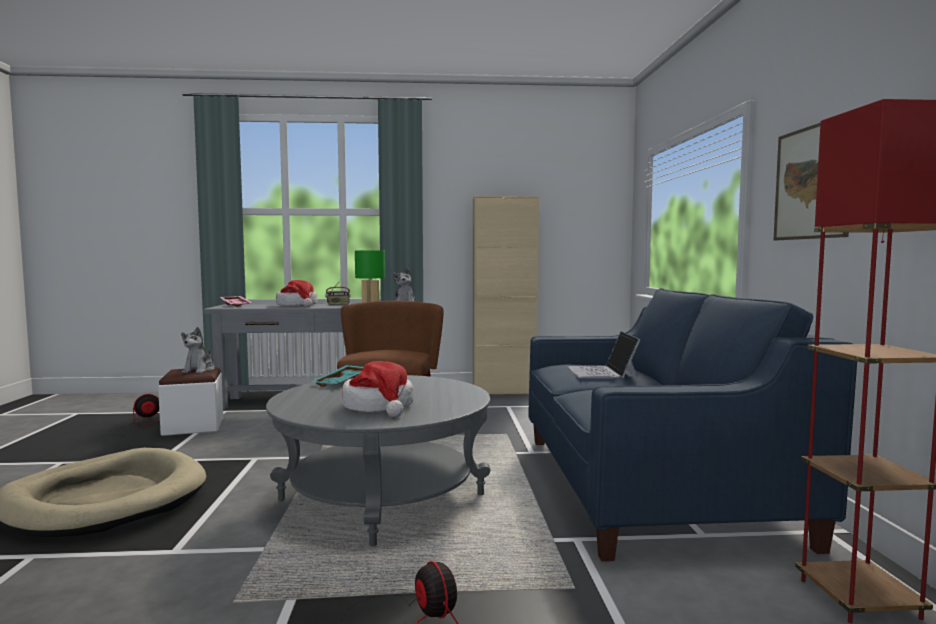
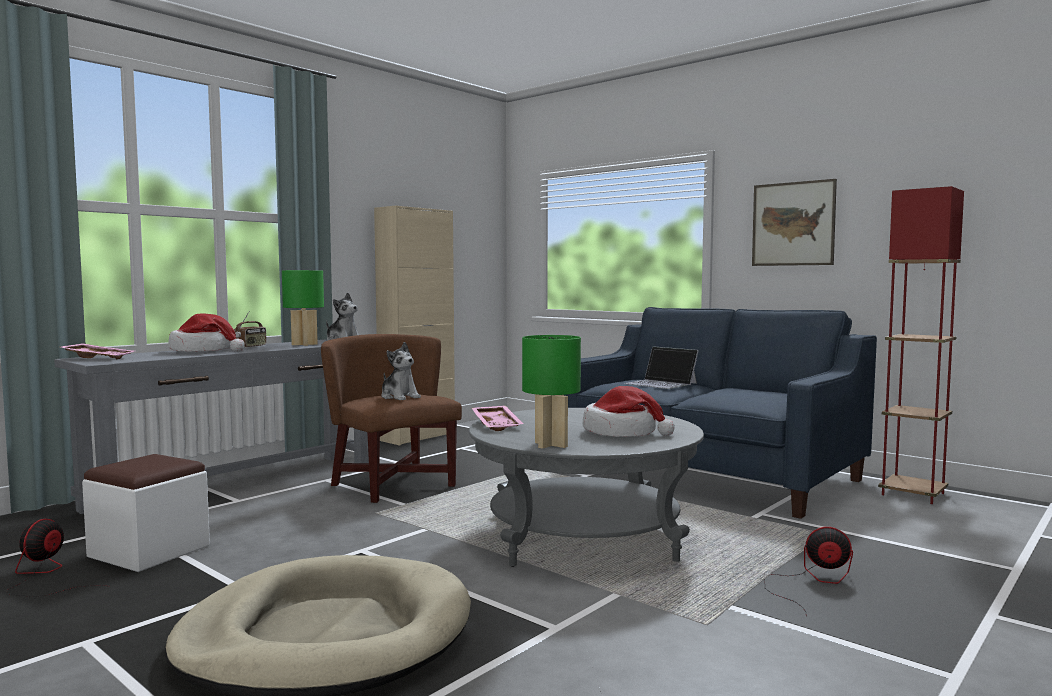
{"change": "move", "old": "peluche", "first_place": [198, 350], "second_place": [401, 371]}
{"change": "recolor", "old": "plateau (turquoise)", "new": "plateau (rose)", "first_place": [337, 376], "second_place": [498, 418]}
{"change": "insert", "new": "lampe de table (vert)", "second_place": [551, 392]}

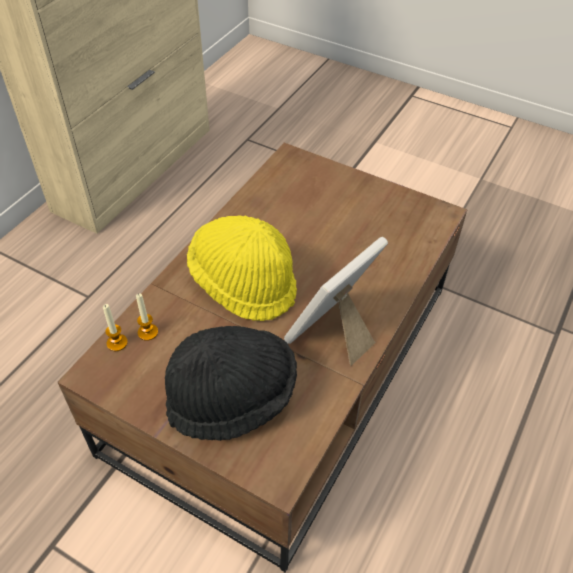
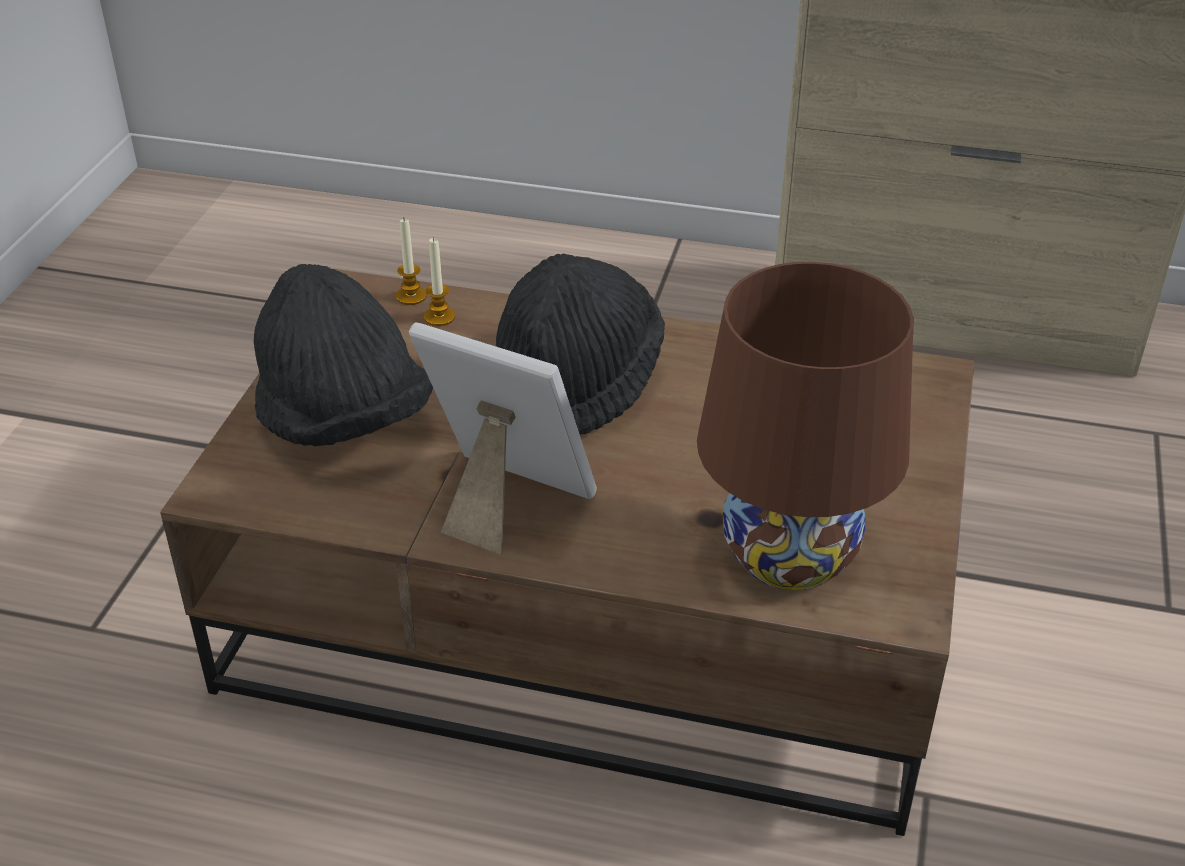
{"change": "recolor", "old": "chapeau (jaune)", "new": "chapeau (noir)", "first_place": [242, 268], "second_place": [580, 344]}
{"change": "insert", "new": "lampe de table (marron)", "second_place": [805, 426]}

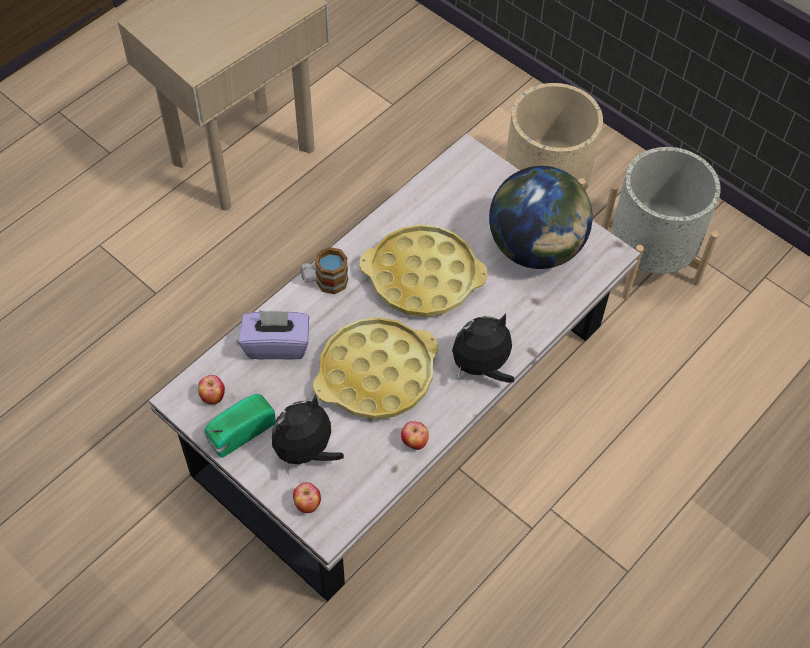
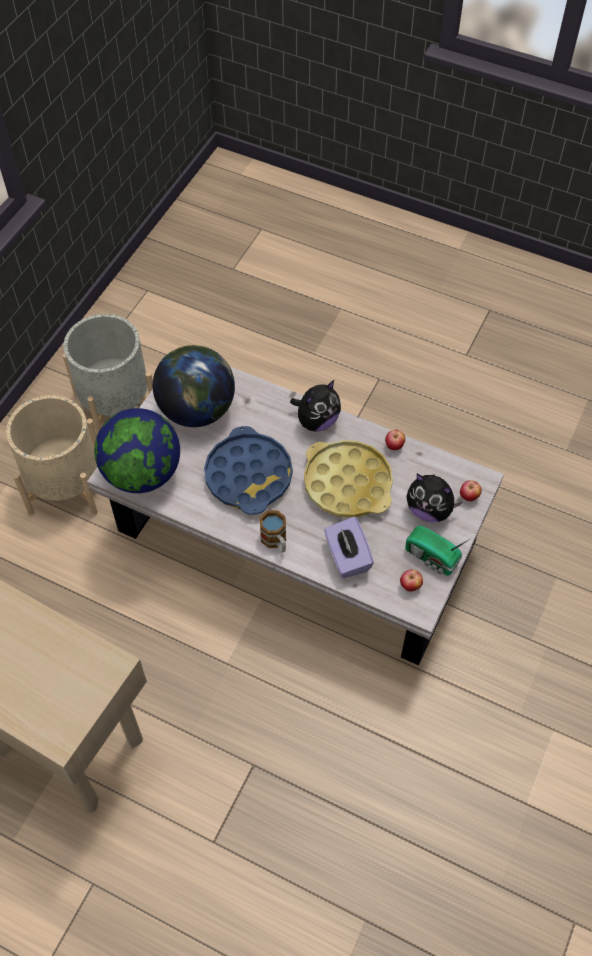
{"change": "insert", "new": "globe", "second_place": [137, 450]}
{"change": "recolor", "old": "plateau (jaune)", "new": "plateau (bleu)", "first_place": [423, 270], "second_place": [248, 470]}
{"change": "rotate", "old": "peluche", "first_place": [483, 348], "second_place": [315, 406], "degrees": -90}

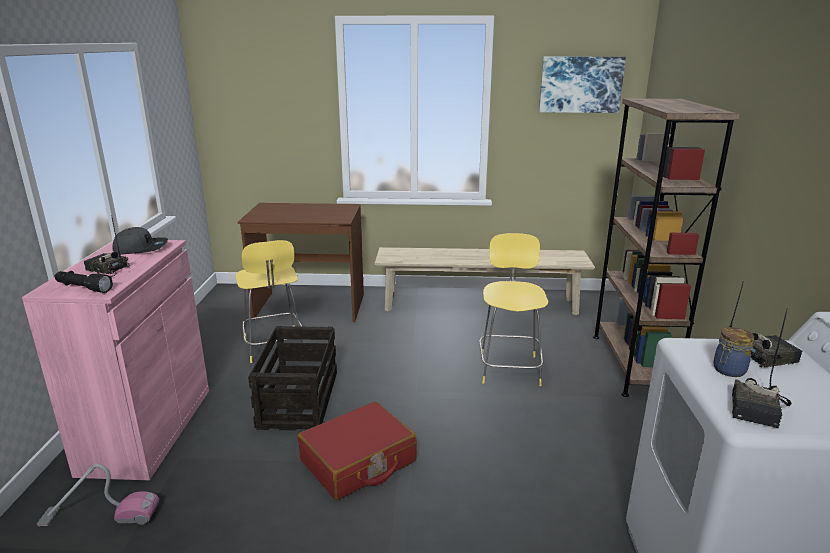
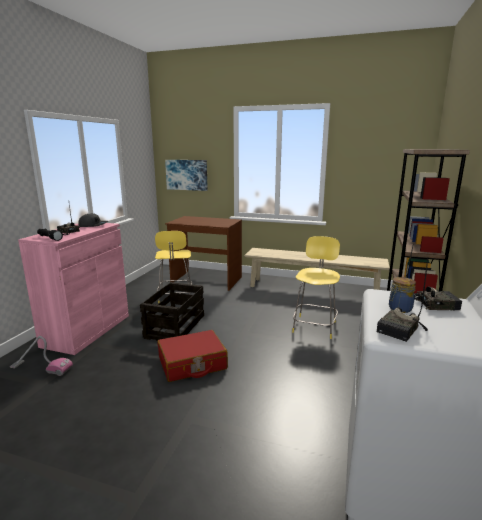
{"change": "move", "old": "tableau", "first_place": [582, 85], "second_place": [186, 175]}

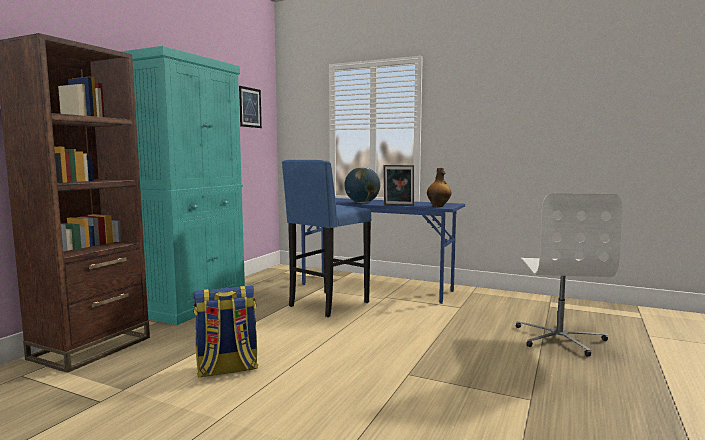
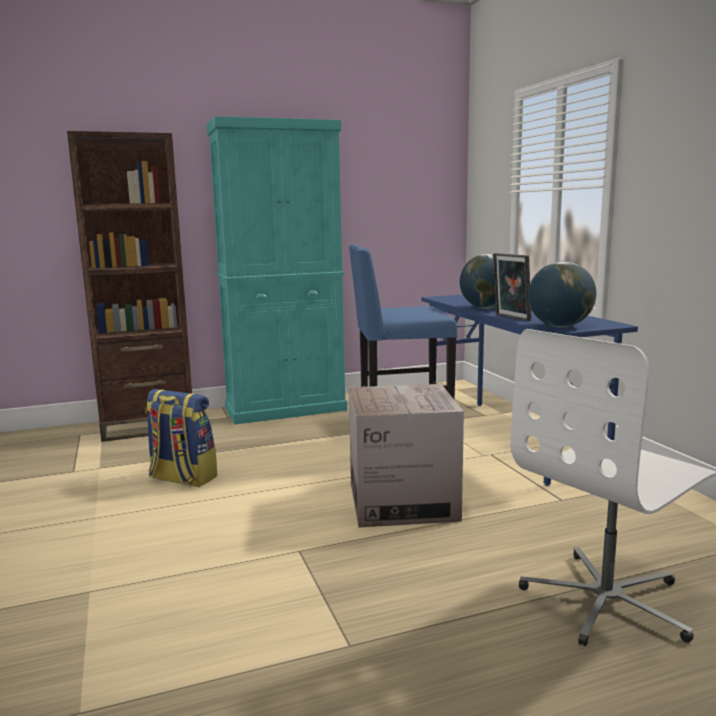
{"change": "insert", "new": "carton", "second_place": [406, 455]}
{"change": "replace", "old": "bouteille", "new": "globe", "first_place": [439, 187], "second_place": [562, 294]}
{"change": "delete", "old": "tableau", "first_place": [250, 107]}

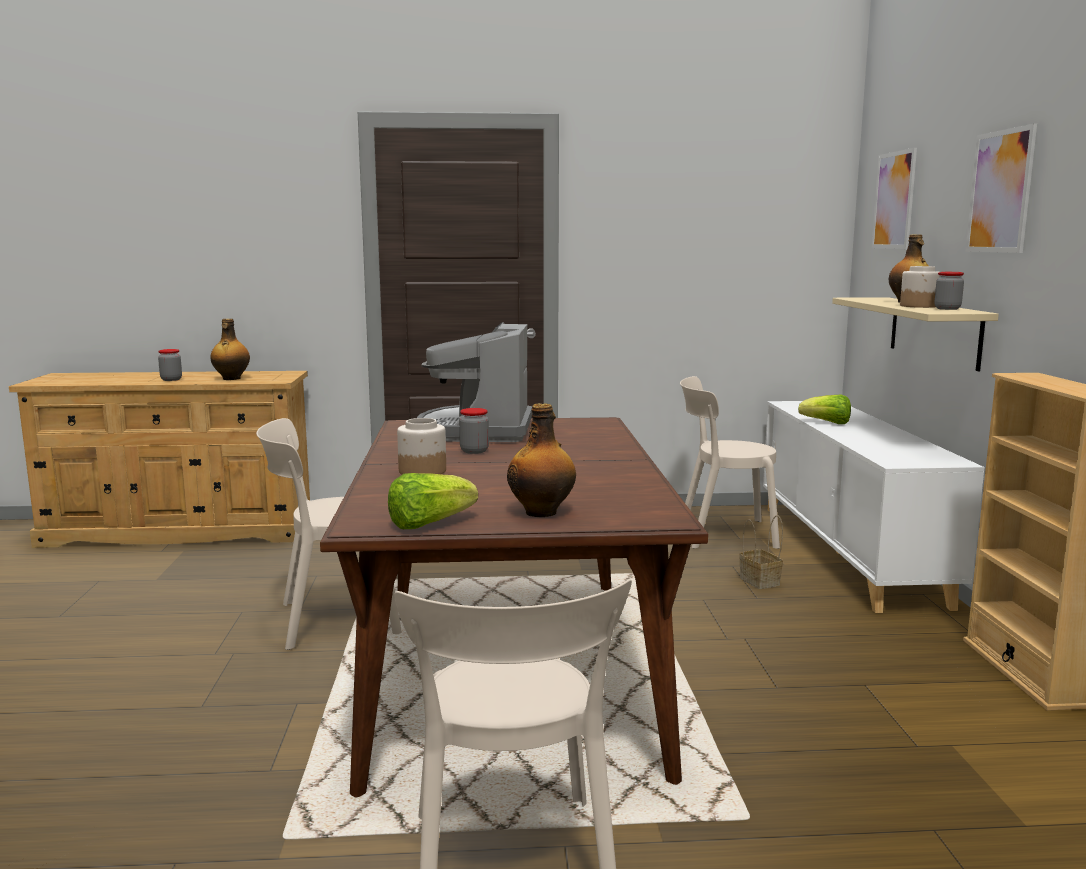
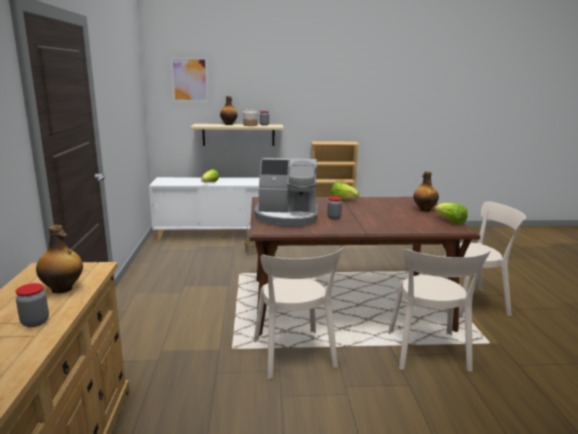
{"change": "insert", "new": "laitue", "second_place": [345, 190]}
{"change": "move", "old": "chaise (beige)", "first_place": [730, 462], "second_place": [439, 310]}
{"change": "delete", "old": "bocal", "first_place": [421, 446]}
{"change": "delete", "old": "tableau", "first_place": [1001, 188]}

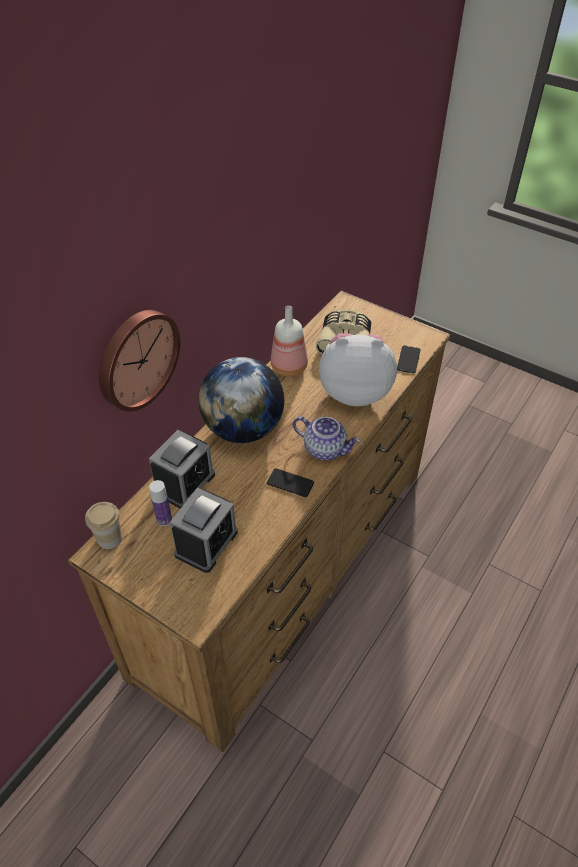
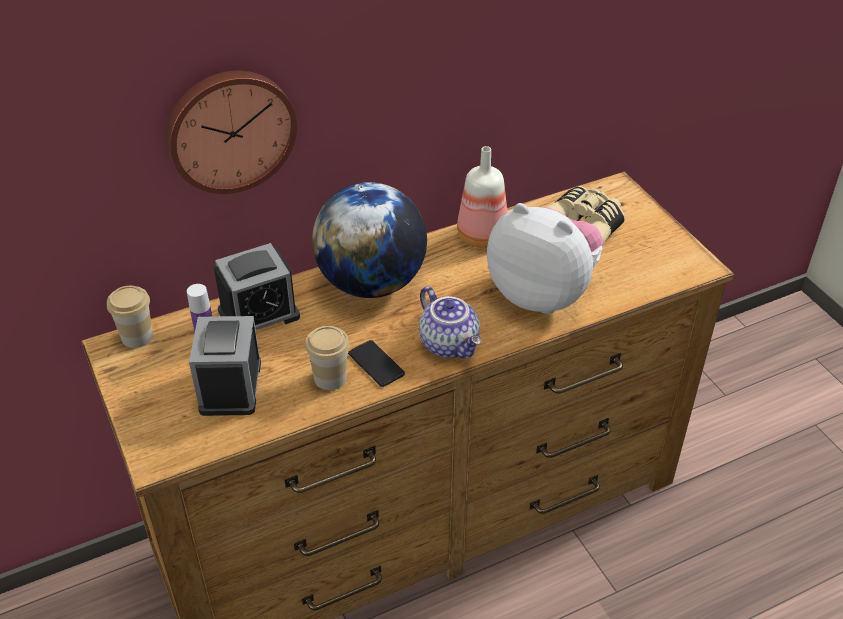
{"change": "rotate", "old": "réveil", "first_place": [204, 530], "second_place": [225, 366], "degrees": 120}
{"change": "insert", "new": "tasse", "second_place": [327, 358]}
{"change": "delete", "old": "téléphone", "first_place": [409, 359]}

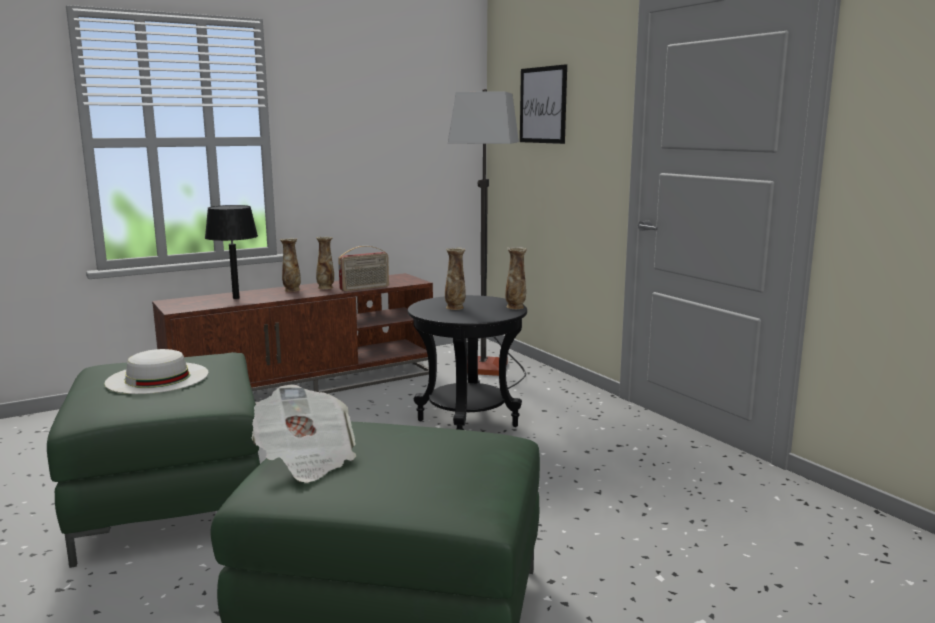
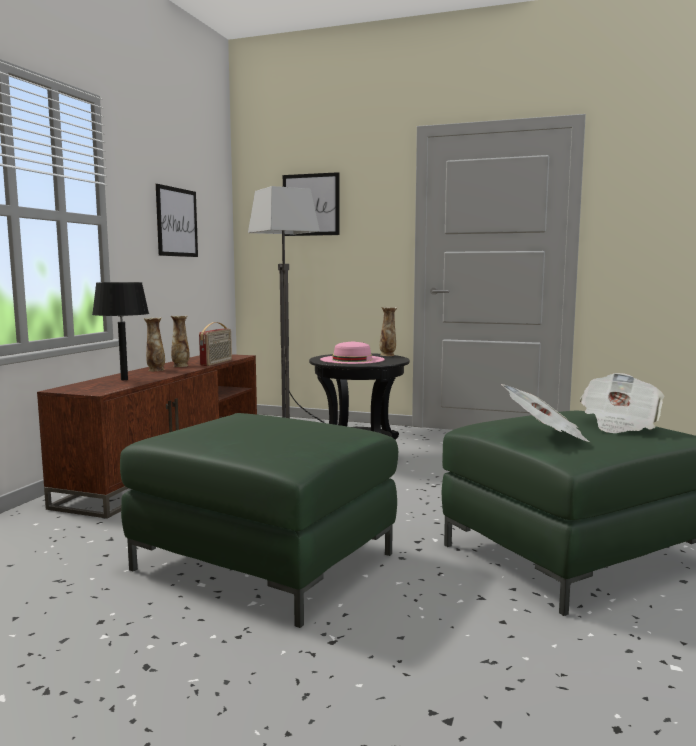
{"change": "insert", "new": "tableau", "second_place": [177, 220]}
{"change": "replace", "old": "vase", "new": "chapeau (rose)", "first_place": [455, 278], "second_place": [352, 352]}
{"change": "insert", "new": "journal", "second_place": [622, 403]}
{"change": "delete", "old": "chapeau (blanc)", "first_place": [157, 371]}

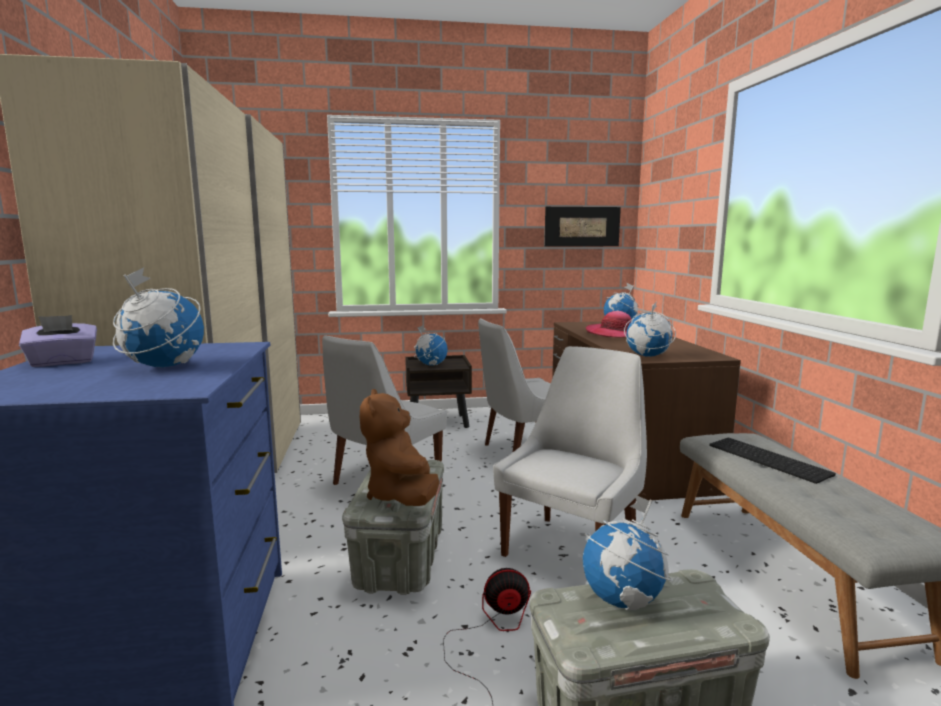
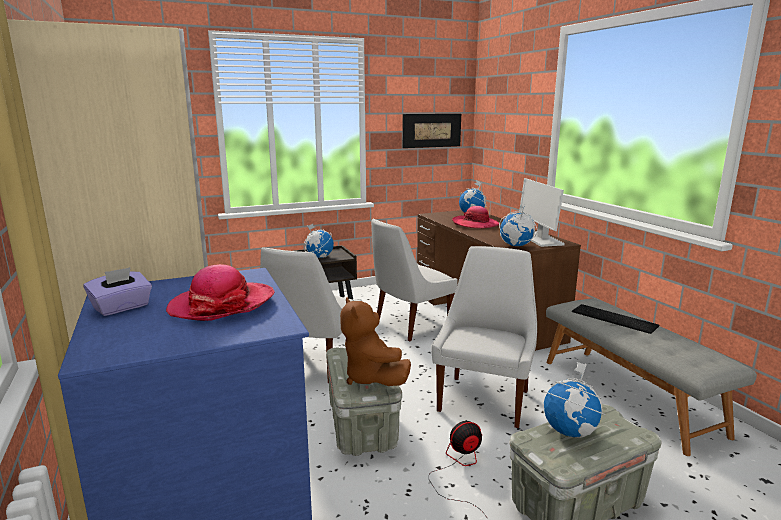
{"change": "replace", "old": "globe", "new": "chapeau", "first_place": [158, 317], "second_place": [220, 292]}
{"change": "insert", "new": "écran d'ordinateur", "second_place": [542, 212]}

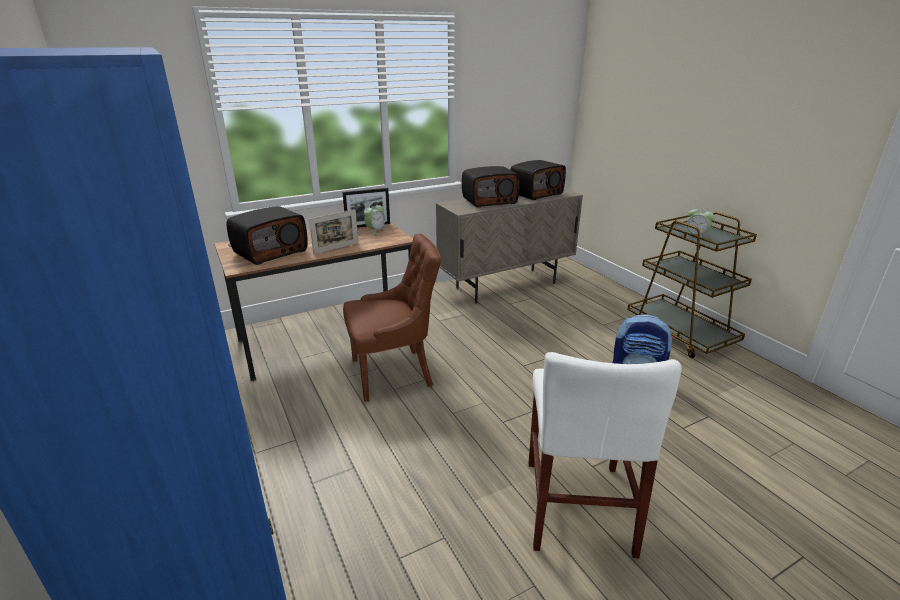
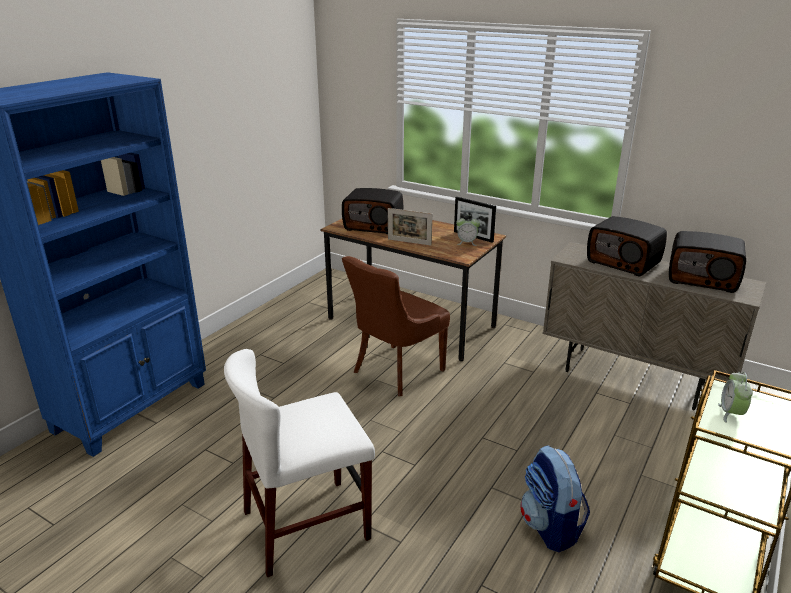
{"change": "rotate", "old": "chaise (marron)", "first_place": [392, 318], "second_place": [396, 326], "degrees": 90}

